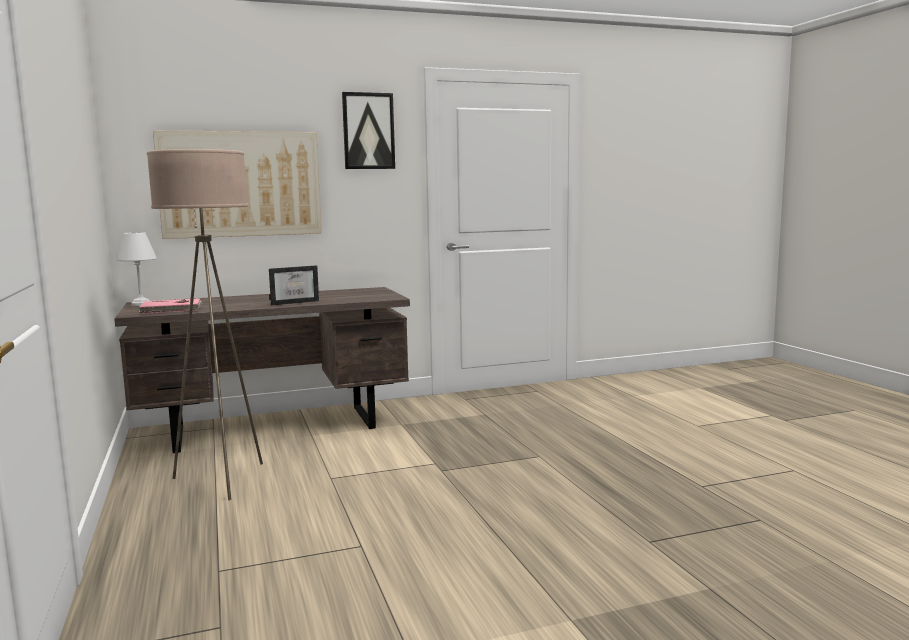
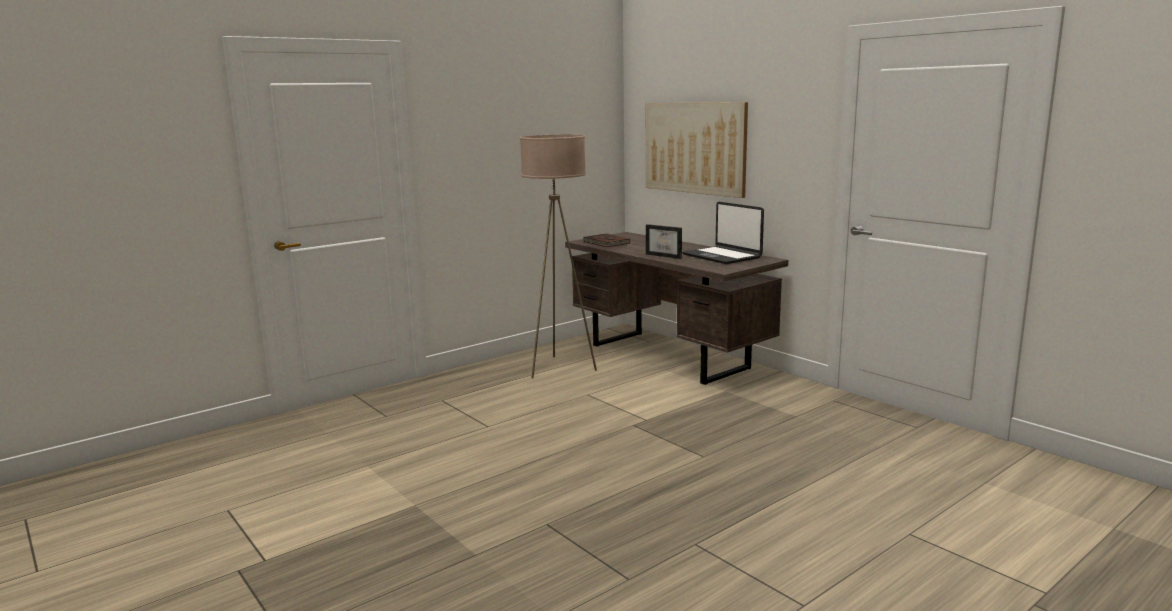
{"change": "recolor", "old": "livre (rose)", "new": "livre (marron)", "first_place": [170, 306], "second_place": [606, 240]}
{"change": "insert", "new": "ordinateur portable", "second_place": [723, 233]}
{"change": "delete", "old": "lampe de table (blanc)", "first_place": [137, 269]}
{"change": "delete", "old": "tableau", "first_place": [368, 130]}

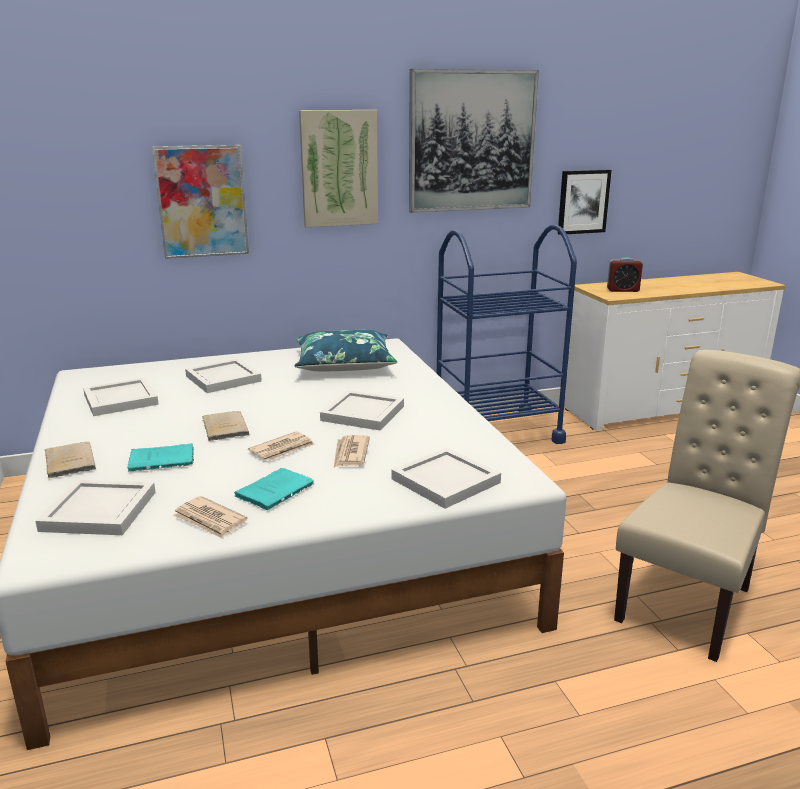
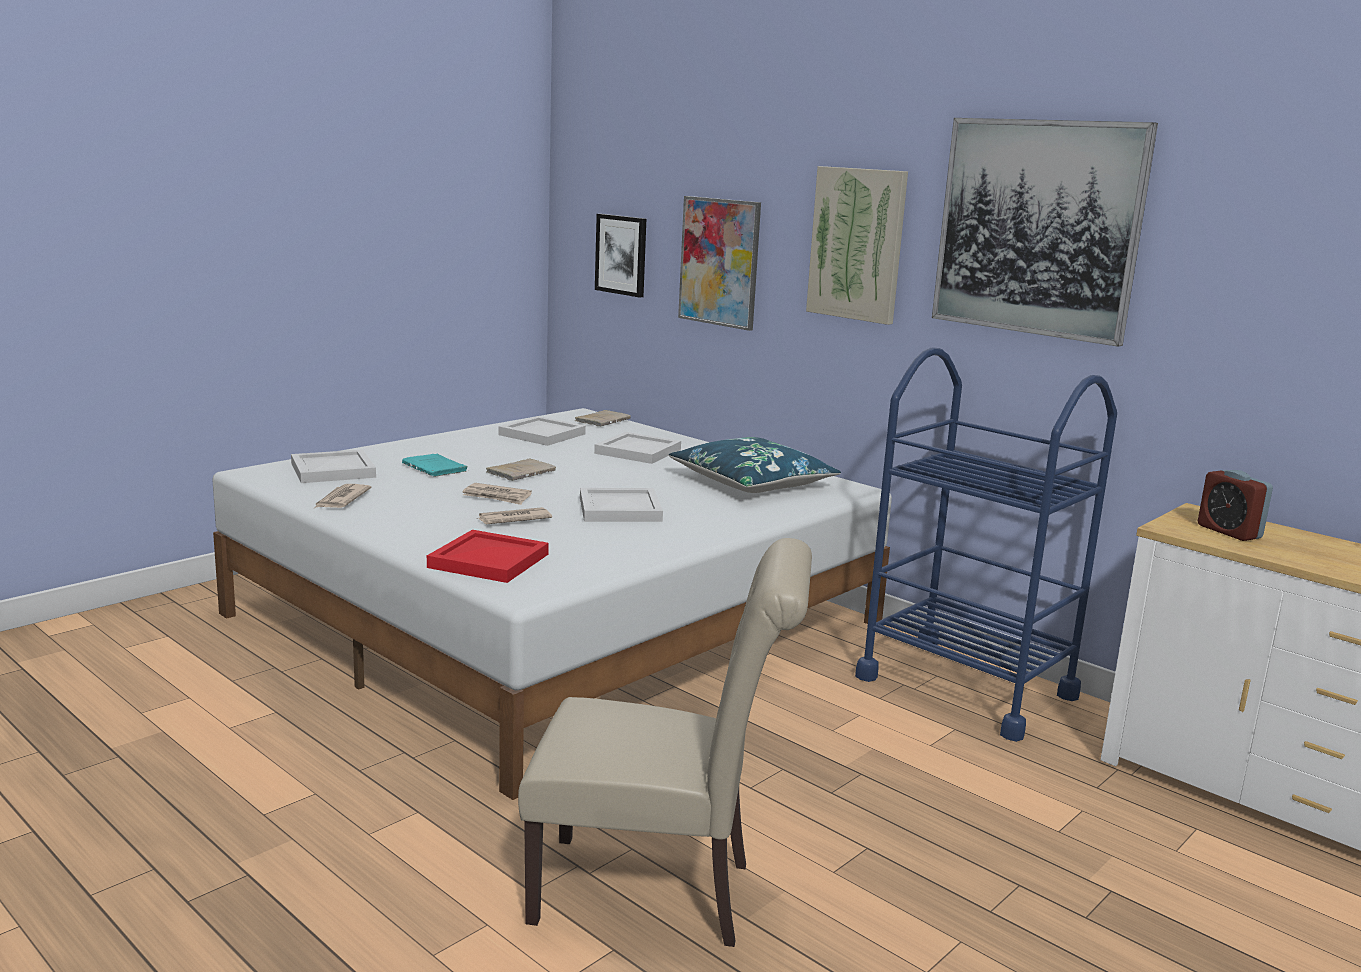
{"change": "recolor", "old": "plateau (blanc)", "new": "plateau (rouge)", "first_place": [446, 478], "second_place": [488, 556]}
{"change": "move", "old": "livre (beige)", "first_place": [70, 460], "second_place": [603, 418]}
{"change": "move", "old": "tableau", "first_place": [585, 202], "second_place": [620, 256]}
{"change": "delete", "old": "livre (turquoise)", "first_place": [274, 489]}

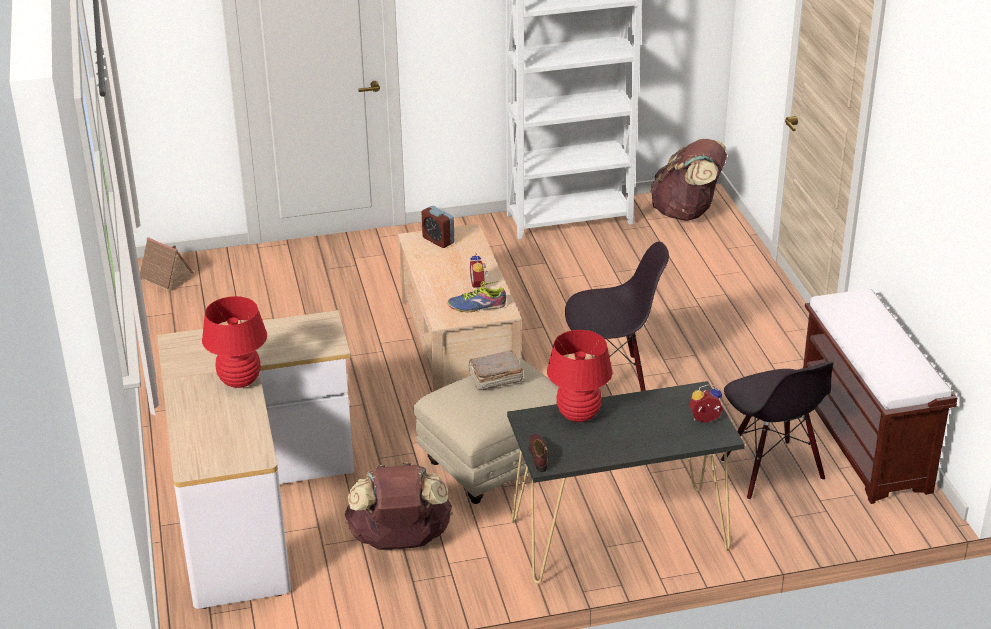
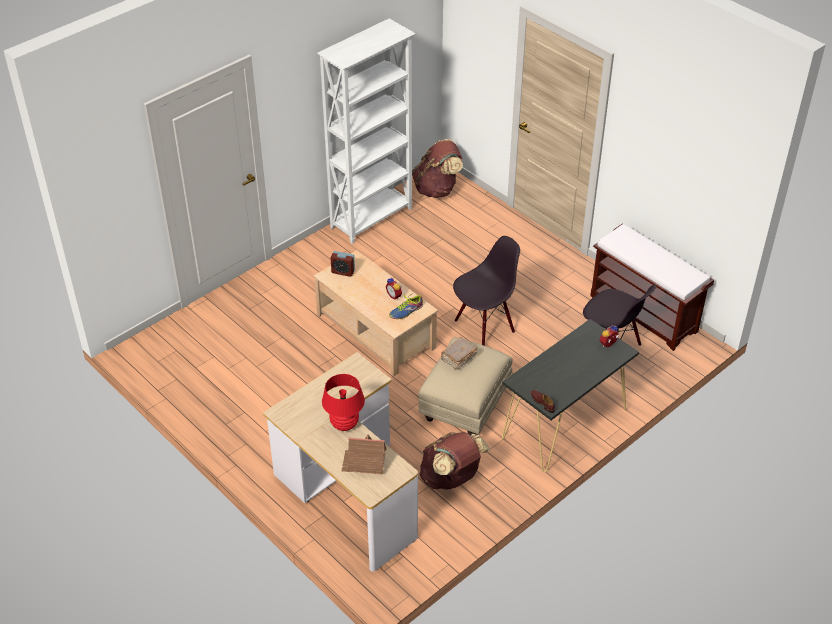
{"change": "move", "old": "maison miniature", "first_place": [167, 264], "second_place": [364, 454]}
{"change": "delete", "old": "lampe de table (rouge)", "first_place": [580, 376]}

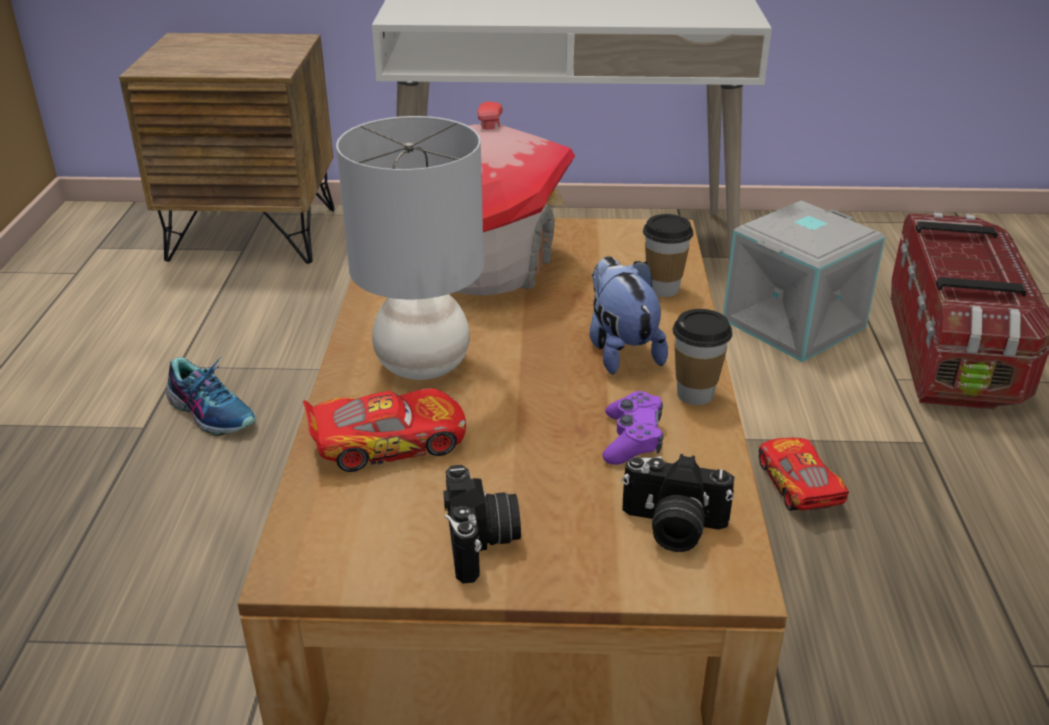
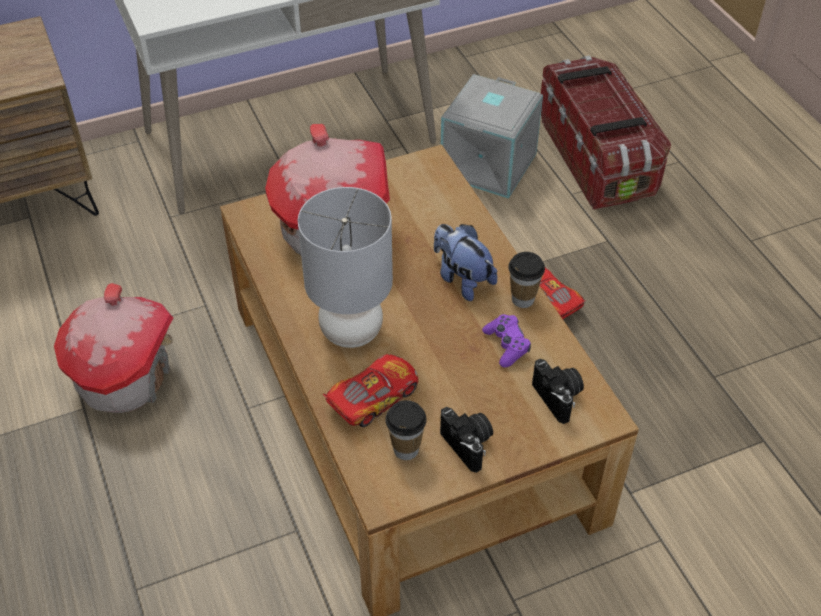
{"change": "replace", "old": "chaussure", "new": "maison miniature", "first_place": [211, 396], "second_place": [113, 348]}
{"change": "move", "old": "tasse", "first_place": [668, 255], "second_place": [406, 430]}
{"change": "rotate", "old": "appareil photo", "first_place": [678, 503], "second_place": [558, 391], "degrees": -105}

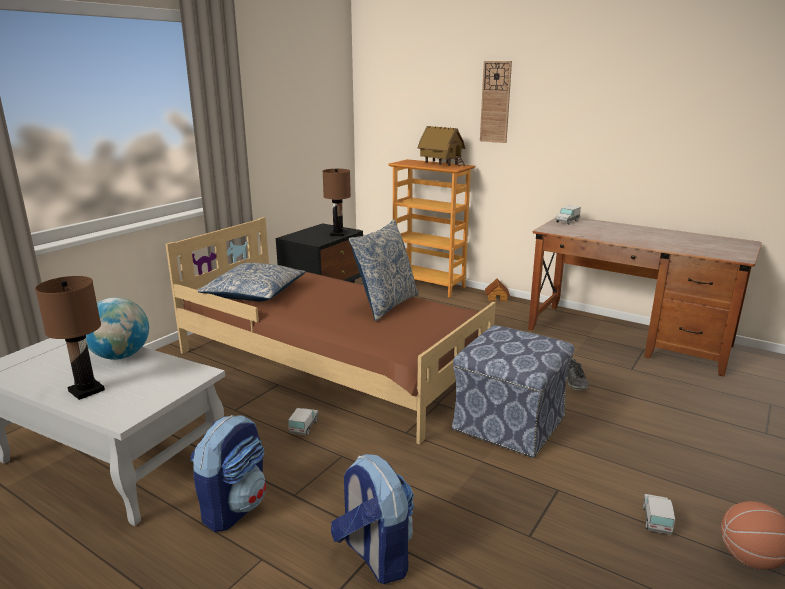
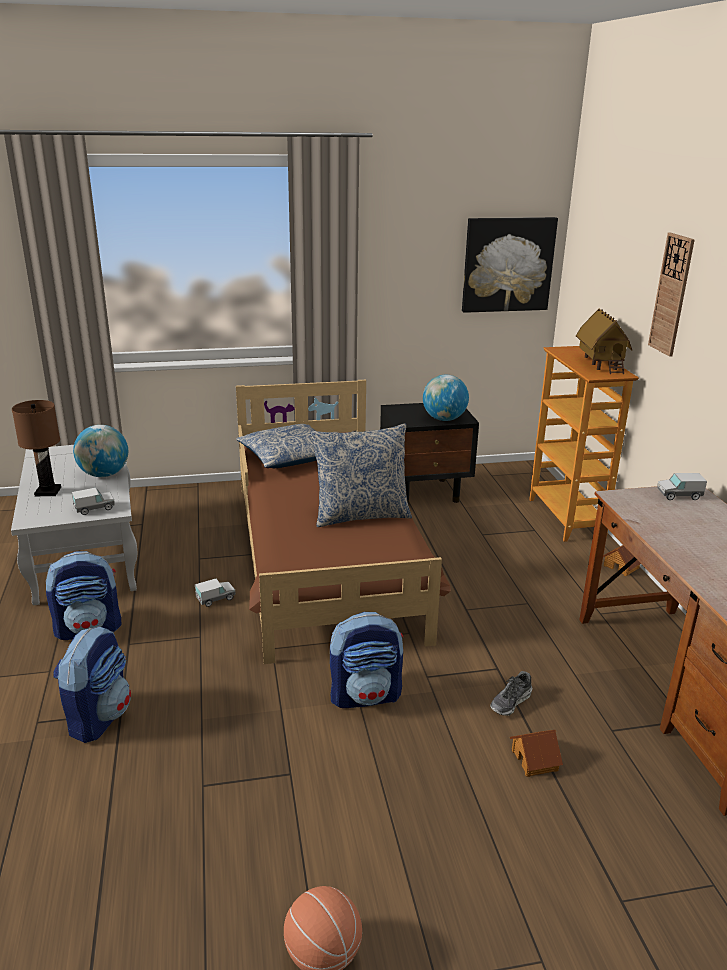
{"change": "move", "old": "camion jouet", "first_place": [659, 514], "second_place": [93, 501]}
{"change": "replace", "old": "pouf", "new": "sac à dos", "first_place": [513, 391], "second_place": [366, 660]}
{"change": "replace", "old": "lampe de table (marron)", "new": "globe", "first_place": [336, 202], "second_place": [446, 398]}
{"change": "insert", "new": "tableau", "second_place": [510, 265]}
{"change": "insert", "new": "maison miniature", "second_place": [536, 753]}

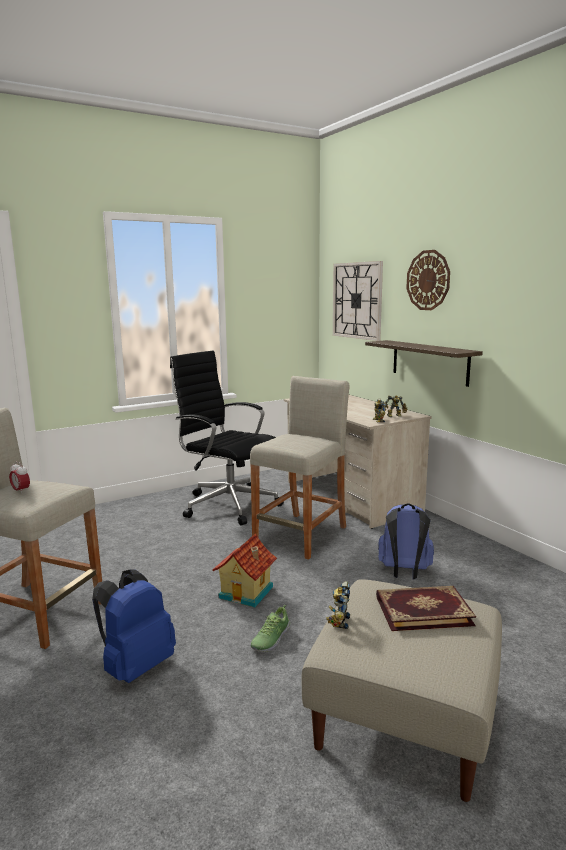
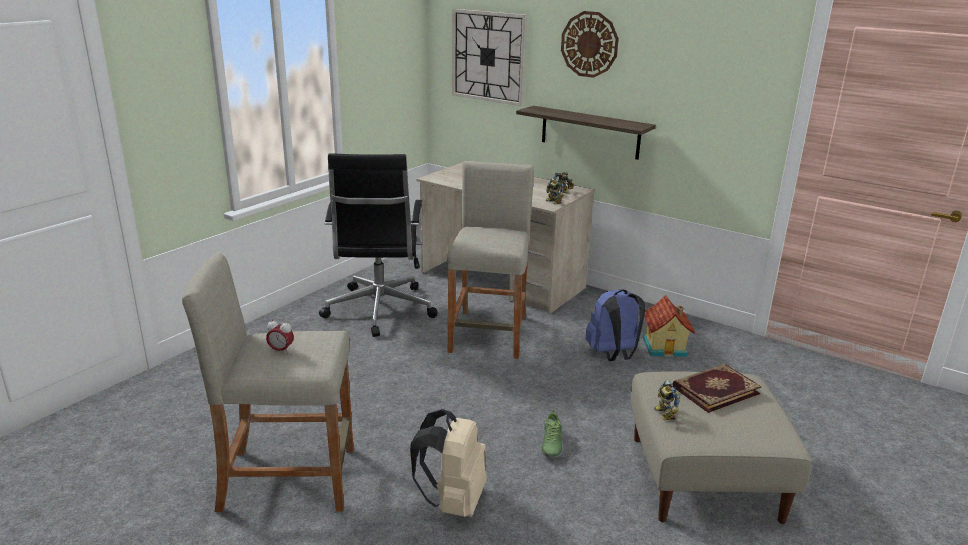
{"change": "rotate", "old": "chaise de bureau (noir)", "first_place": [227, 438], "second_place": [378, 245], "degrees": -105}
{"change": "recolor", "old": "sac à dos (bleu)", "new": "sac à dos (beige)", "first_place": [134, 626], "second_place": [448, 463]}
{"change": "move", "old": "maison miniature", "first_place": [244, 570], "second_place": [669, 326]}

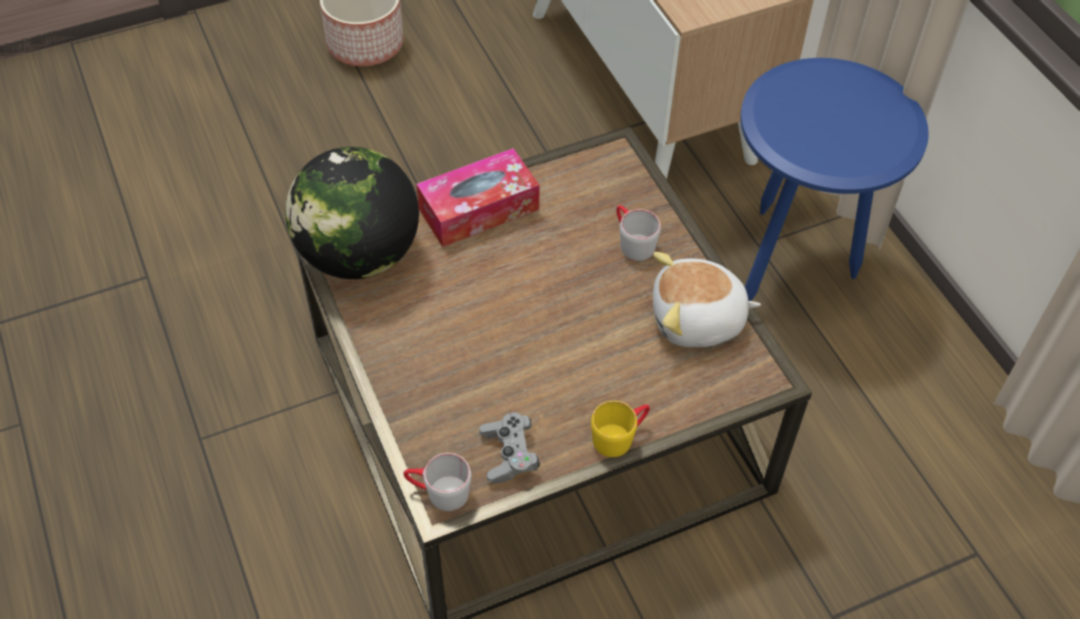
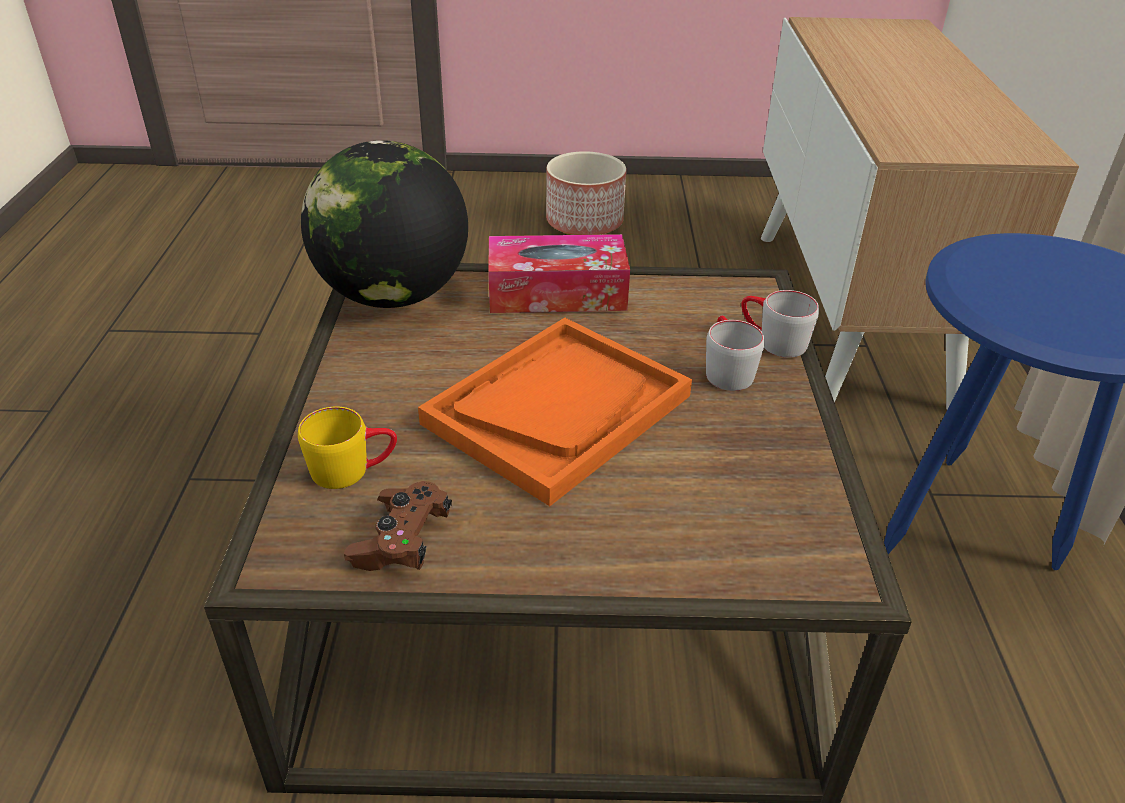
{"change": "move", "old": "mug (jaune)", "first_place": [620, 429], "second_place": [347, 448]}
{"change": "recolor", "old": "manette (gris)", "new": "manette (marron)", "first_place": [509, 448], "second_place": [398, 526]}
{"change": "insert", "new": "plateau (orange)", "second_place": [555, 412]}
{"change": "move", "old": "mug (gris)", "first_place": [437, 482], "second_place": [780, 324]}
{"change": "delete", "old": "peluche", "first_place": [707, 299]}

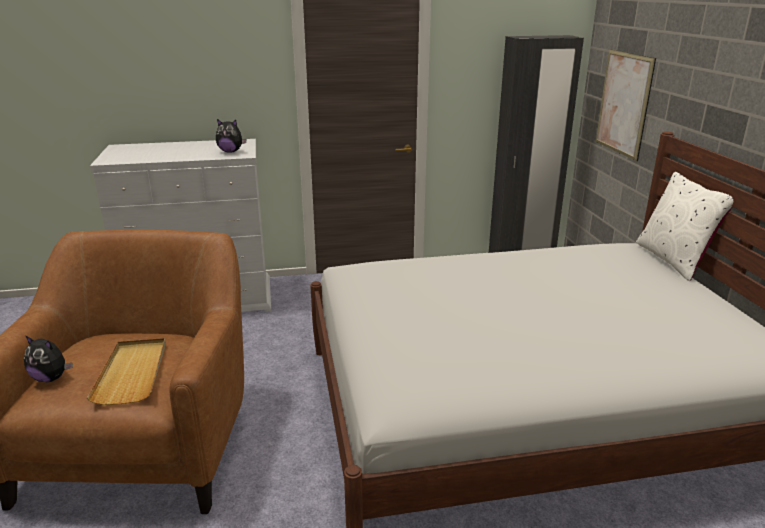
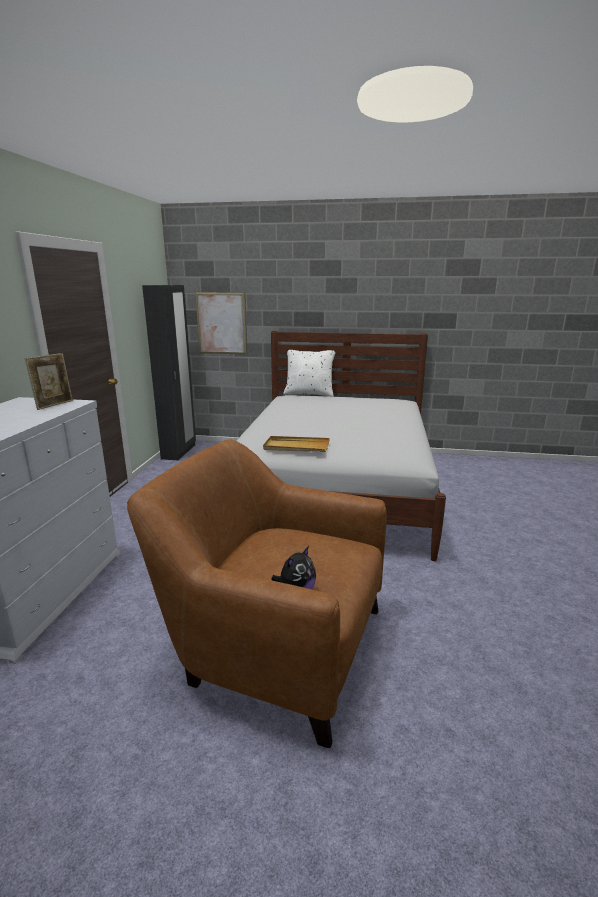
{"change": "replace", "old": "peluche", "new": "cadre photo", "first_place": [231, 136], "second_place": [49, 381]}
{"change": "move", "old": "plateau (beige)", "first_place": [126, 371], "second_place": [296, 444]}

